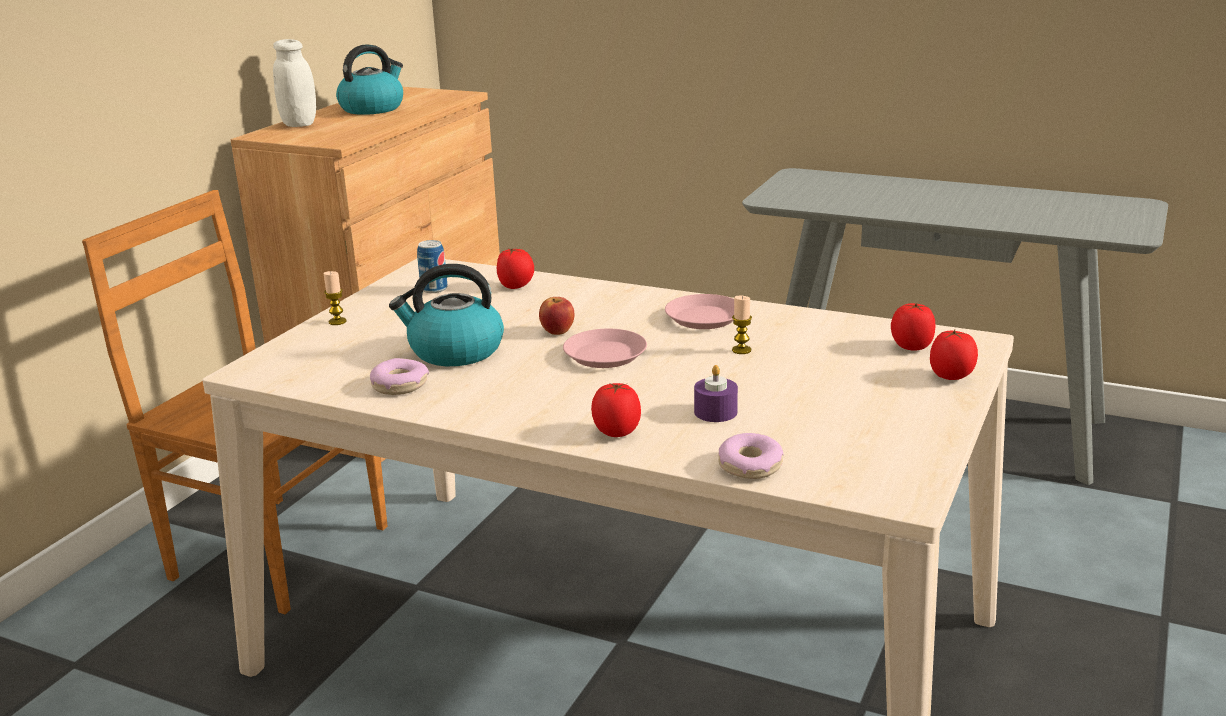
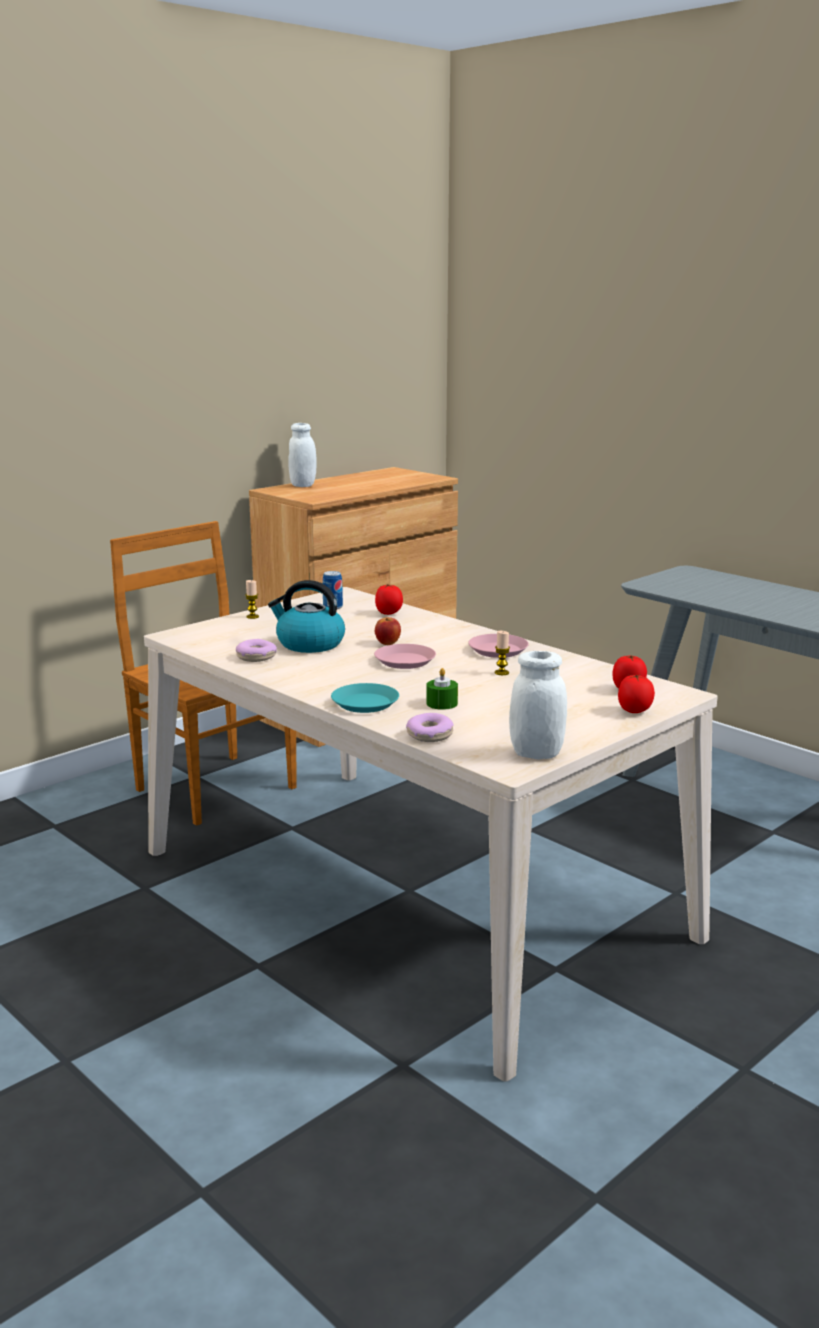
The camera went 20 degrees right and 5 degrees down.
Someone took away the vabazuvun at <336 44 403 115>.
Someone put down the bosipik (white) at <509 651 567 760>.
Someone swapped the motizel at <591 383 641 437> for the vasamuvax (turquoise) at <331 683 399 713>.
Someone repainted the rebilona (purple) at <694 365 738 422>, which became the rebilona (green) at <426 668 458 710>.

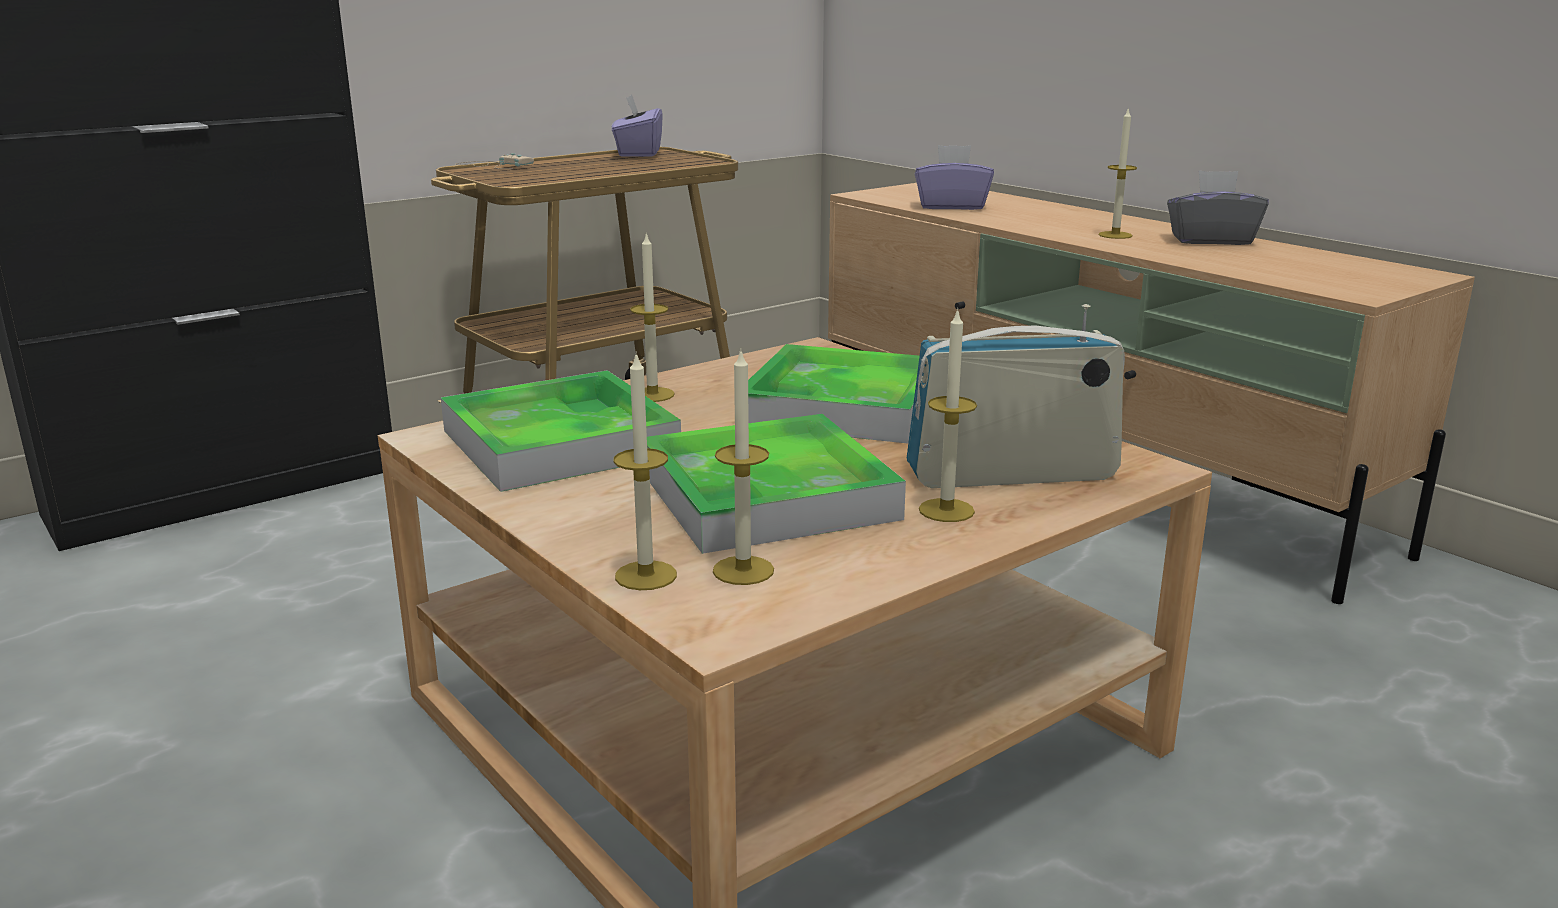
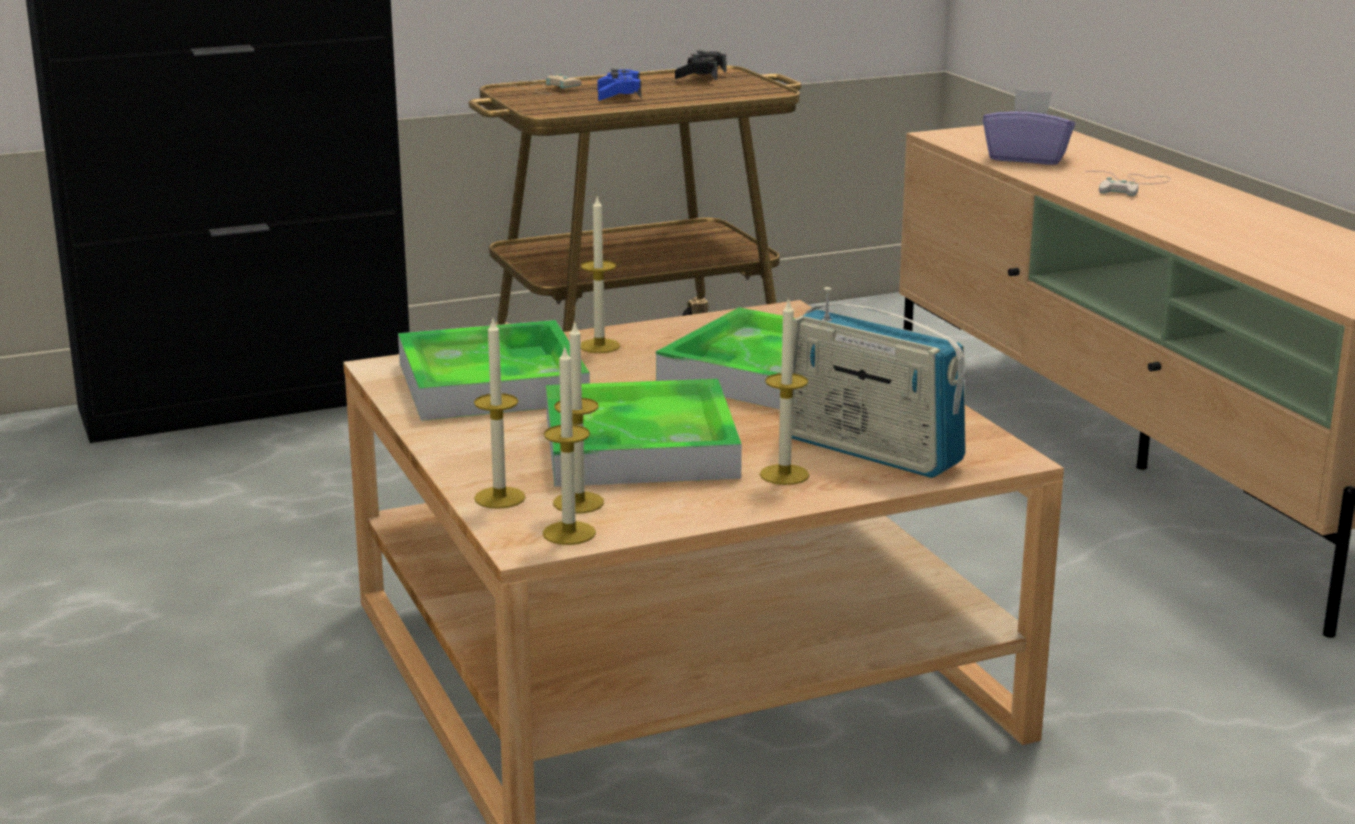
The camera went 15 degrees right and 0 degrees up.
Someone took away the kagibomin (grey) at <1167 170 1268 245>.
Someone put down the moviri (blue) at <597 68 641 101>.
Someone put down the moviri (white) at <1086 171 1171 196>.
Someone carried the rebilona from <1099 107 1137 239> to <543 345 596 545>.
Someone swapped the kagibomin (purple) at <612 94 663 157> for the moviri (black) at <675 50 727 80>.
Someone rotated the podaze at <907 304 1125 488> by 150 degrees counterclockwise.

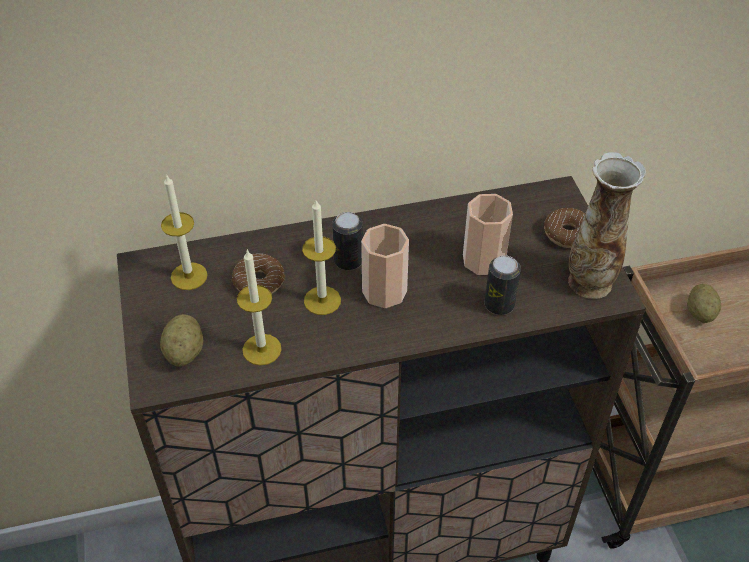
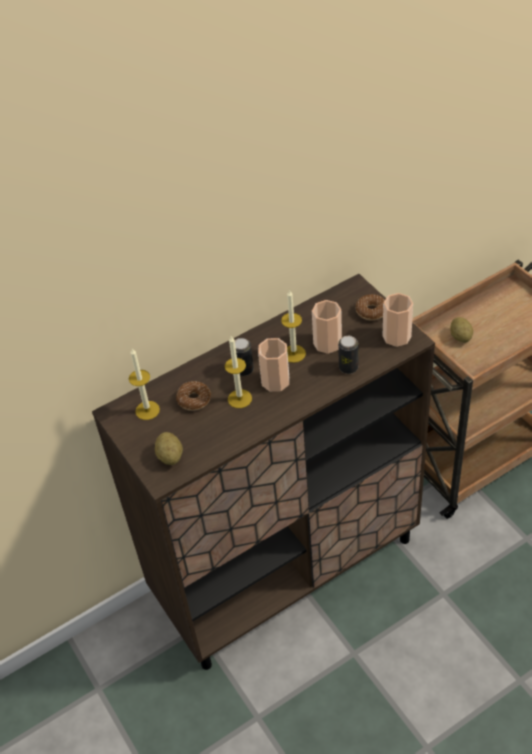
The camera went 15 degrees left and 0 degrees up.
Someone carried the rebilona from <237 249 282 366> to <281 289 306 363>.
Someone swapped the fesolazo at <568 152 646 299> for the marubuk at <383 293 413 347>.

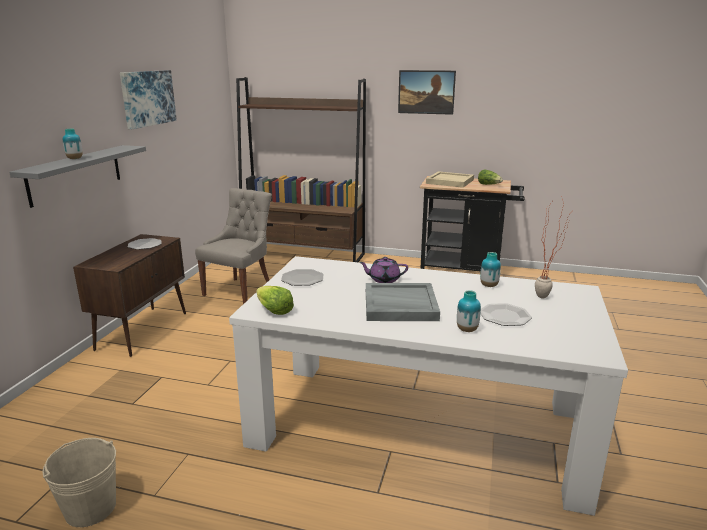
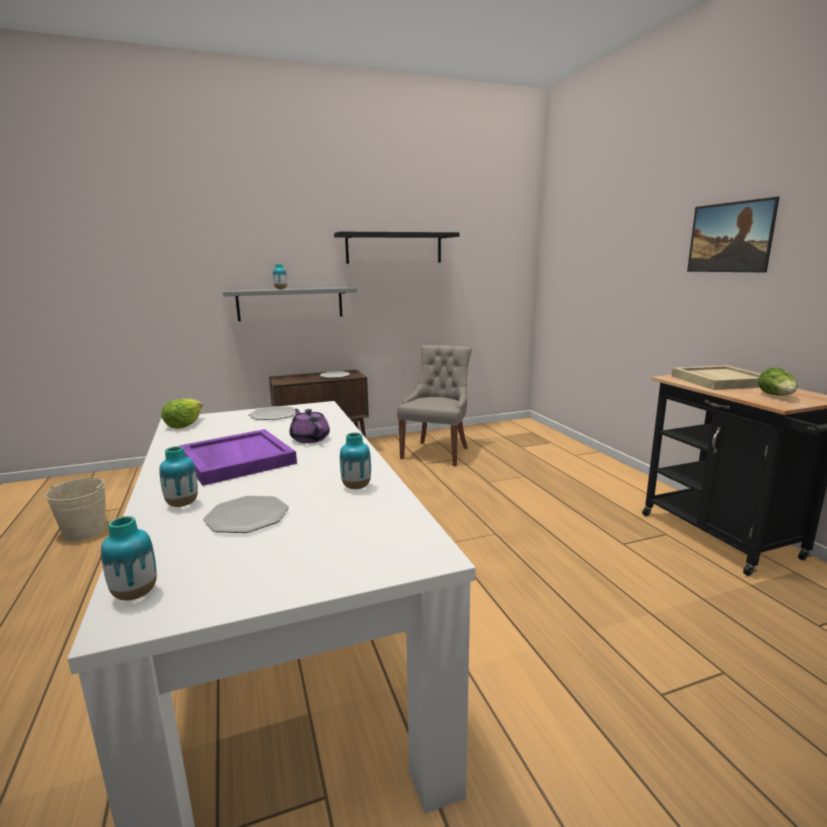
The camera went 55 degrees right and 5 degrees down.
Someone took away the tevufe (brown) at <236 77 366 262>.
Someone took away the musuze at <535 196 570 298>.
Someone put down the fesolazo at <101 516 157 601>.
Someone swapped the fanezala at <120 70 177 129> for the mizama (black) at <334 232 459 264>.
Someone repainted the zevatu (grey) at <366 283 440 321>, which became the zevatu (purple) at <179 429 297 486>.
Someone rotated the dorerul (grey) at <195 188 272 304> by 60 degrees counterclockwise.

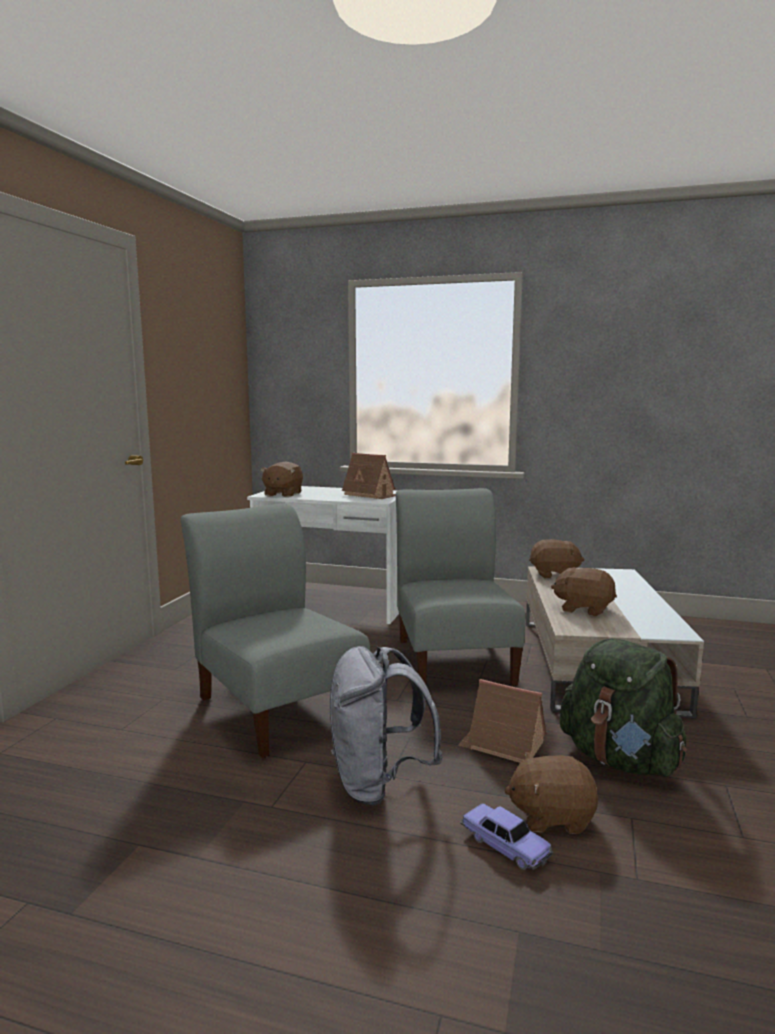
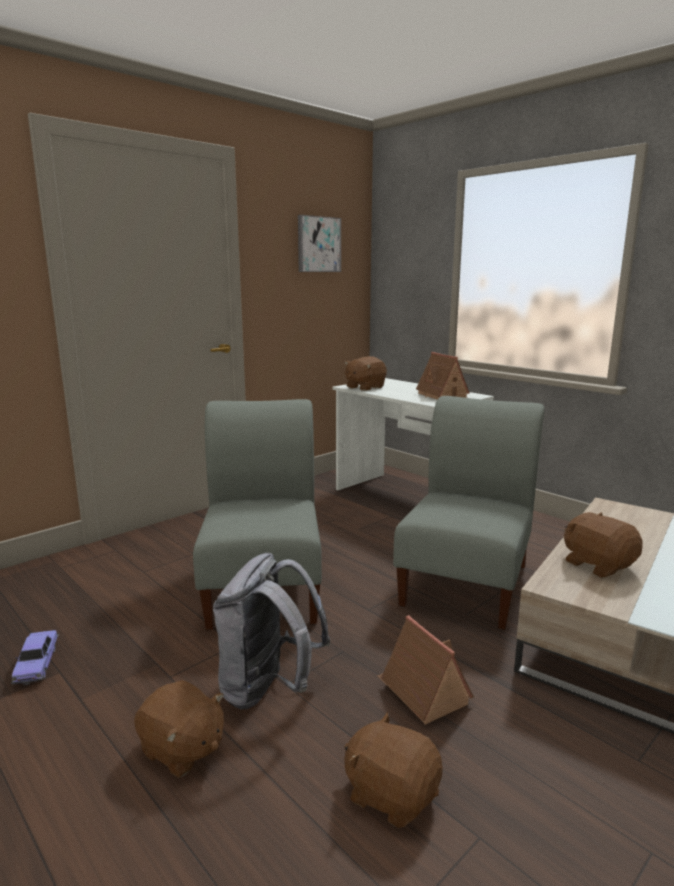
The camera went 30 degrees right and 5 degrees up.
Someone took away the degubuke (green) at <560 638 687 776>.
Someone put up the fanezala at <298 215 341 272>.
Someone carried the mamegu from <460 803 553 870> to <11 630 59 685>.
Someone carried the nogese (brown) from <529 539 584 578> to <134 680 224 778>.

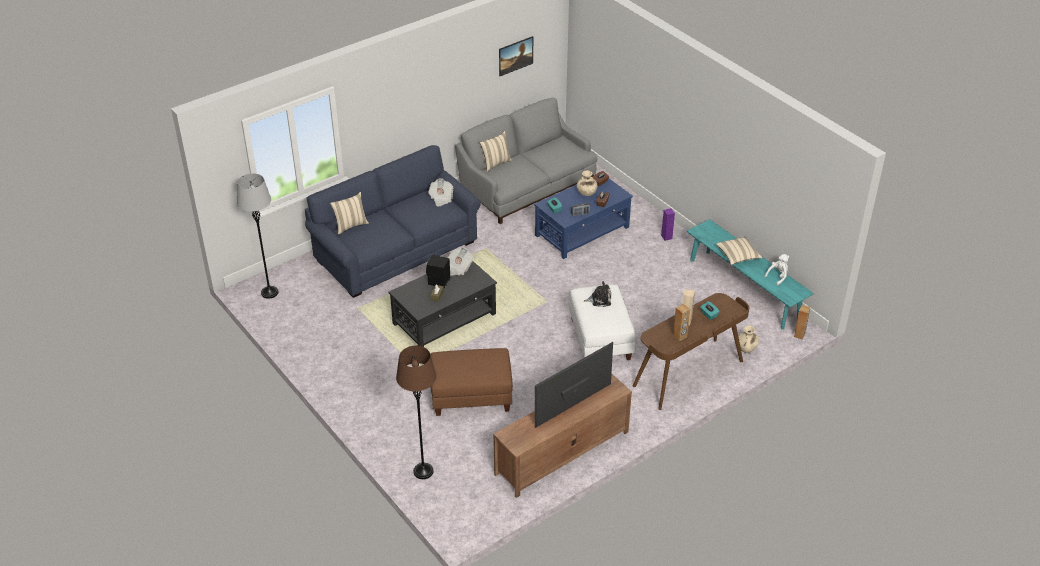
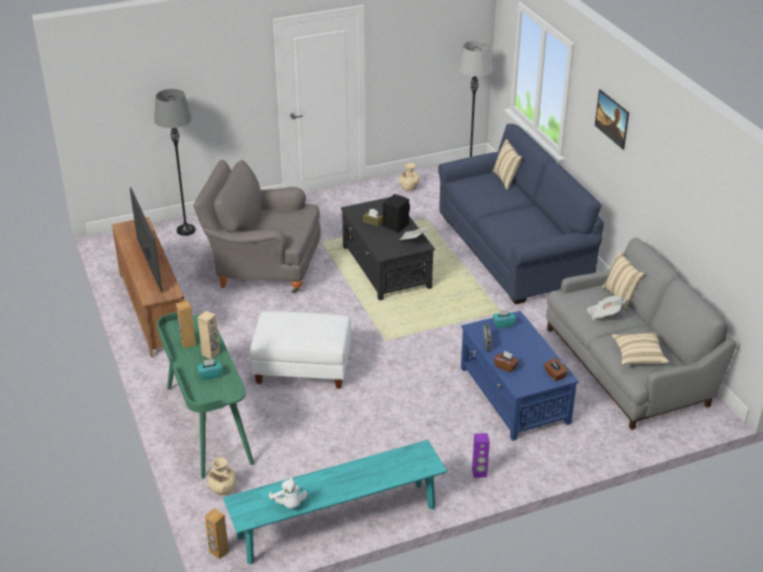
The camera went 105 degrees right and 5 degrees down.
Someone took away the nogese at <584 281 611 307>.
Someone carried the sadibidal from <428 178 454 207> to <587 295 625 319>.
Someone carried the fanezala from <499 36 533 76> to <595 89 629 150>.
Someone carried the fesolazo (beige) from <577 170 597 196> to <399 163 420 191>.
Someone carried the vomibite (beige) from <716 237 763 265> to <612 333 669 365>.
Someone swapped the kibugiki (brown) at <430 348 513 416> for the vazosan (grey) at <193 160 321 293>.
Someone repainted the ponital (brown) at <396 346 436 479>, which became the ponital (grey) at <154 89 196 236>.
Someone repainted the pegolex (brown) at <633 293 749 410>, which became the pegolex (green) at <157 312 254 479>.

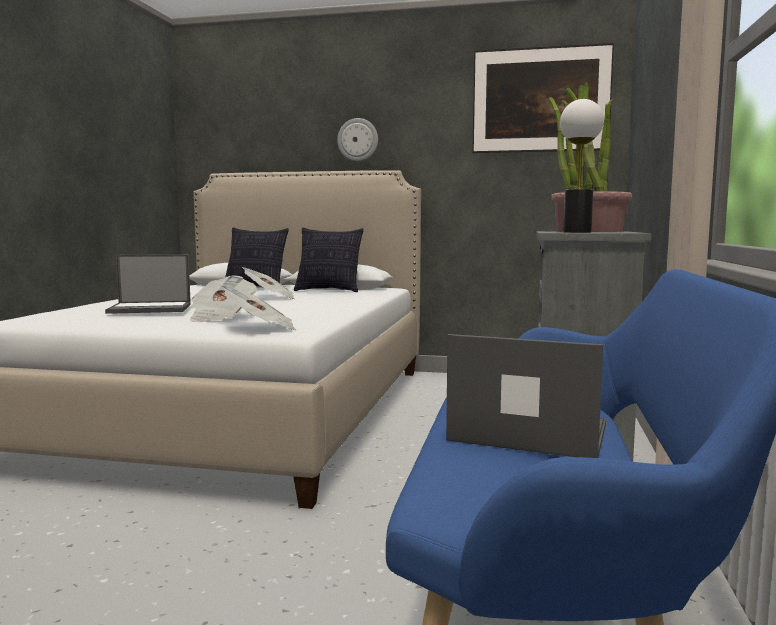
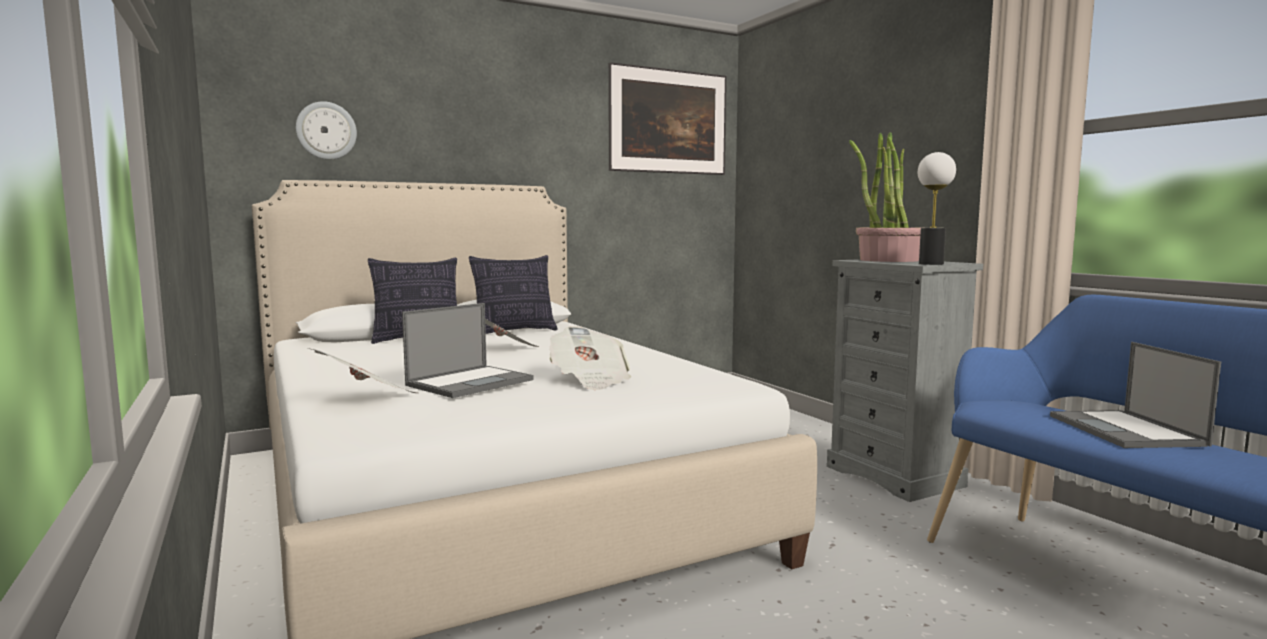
The camera went 40 degrees left and 0 degrees up.
Someone carried the sadibidal from <220 285 296 330> to <307 348 417 393>.
Someone carried the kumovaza from <337 118 378 161> to <296 101 357 160>.
Someone rotated the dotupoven at <446 334 606 458> by 75 degrees counterclockwise.

